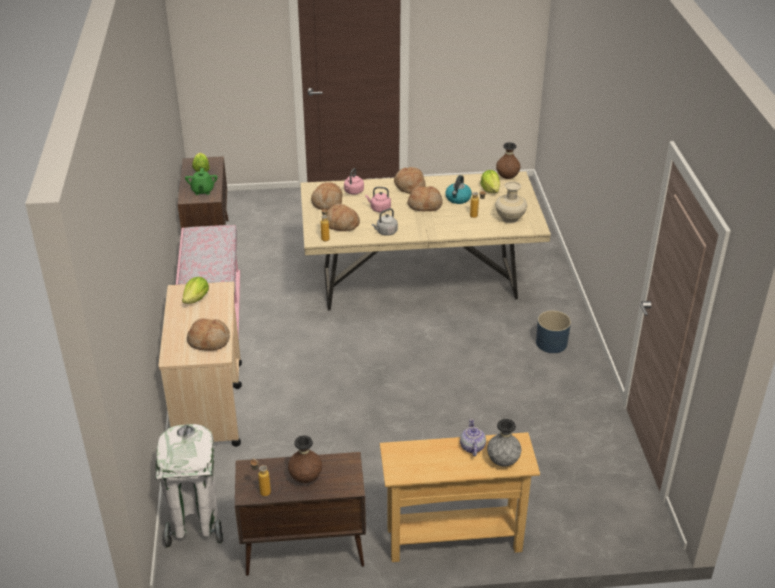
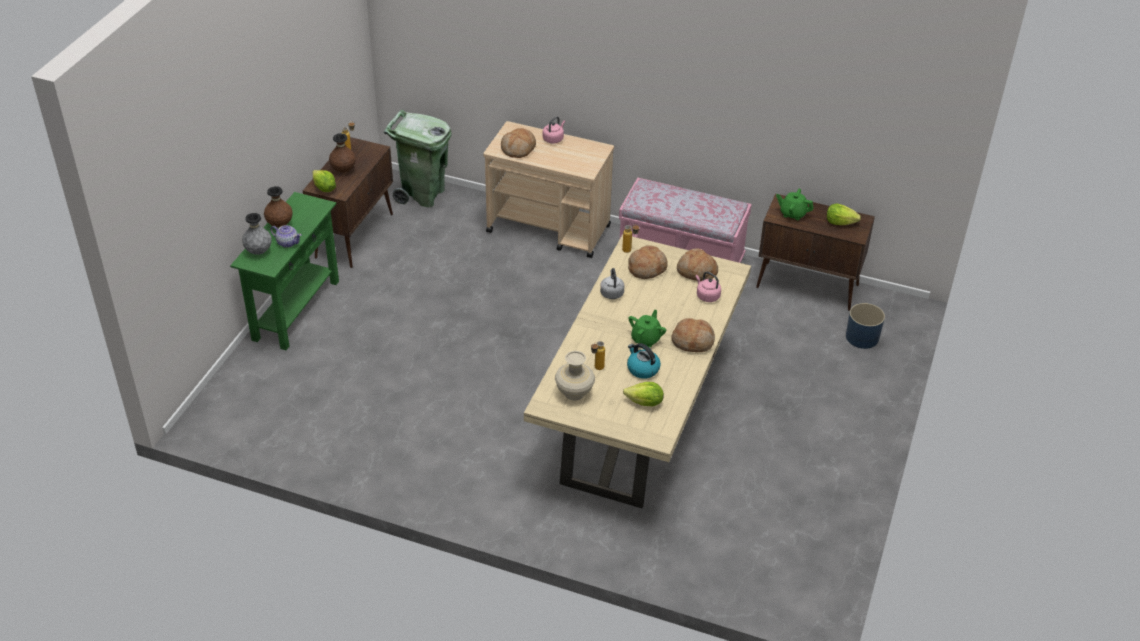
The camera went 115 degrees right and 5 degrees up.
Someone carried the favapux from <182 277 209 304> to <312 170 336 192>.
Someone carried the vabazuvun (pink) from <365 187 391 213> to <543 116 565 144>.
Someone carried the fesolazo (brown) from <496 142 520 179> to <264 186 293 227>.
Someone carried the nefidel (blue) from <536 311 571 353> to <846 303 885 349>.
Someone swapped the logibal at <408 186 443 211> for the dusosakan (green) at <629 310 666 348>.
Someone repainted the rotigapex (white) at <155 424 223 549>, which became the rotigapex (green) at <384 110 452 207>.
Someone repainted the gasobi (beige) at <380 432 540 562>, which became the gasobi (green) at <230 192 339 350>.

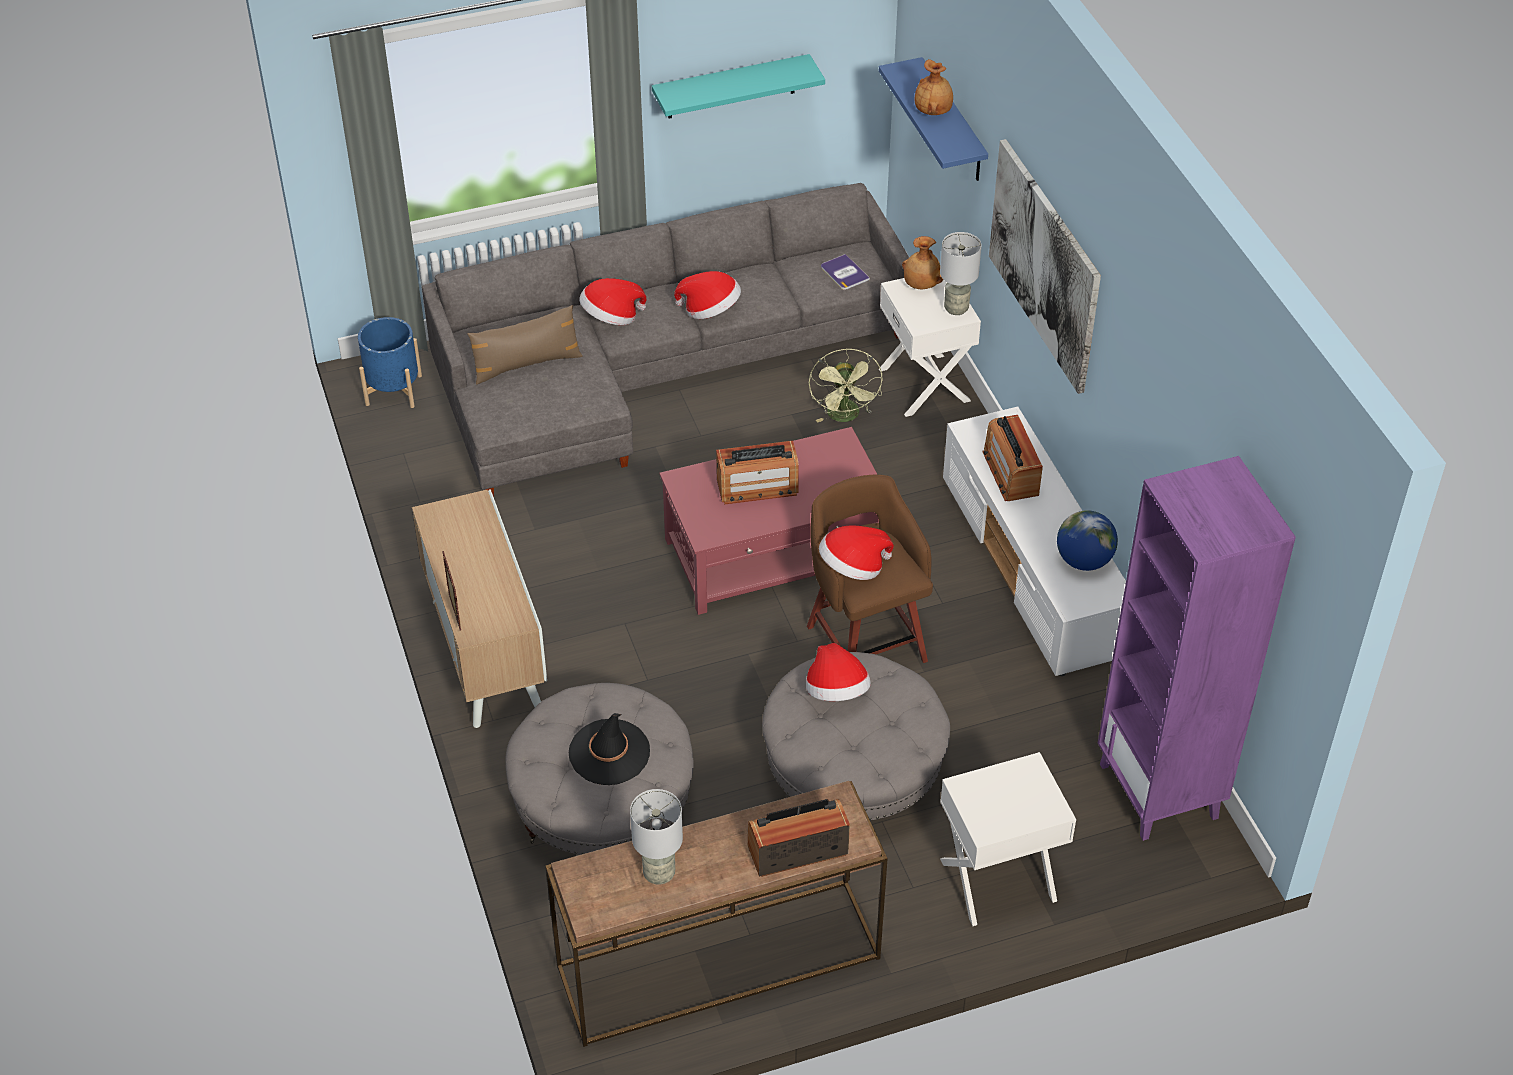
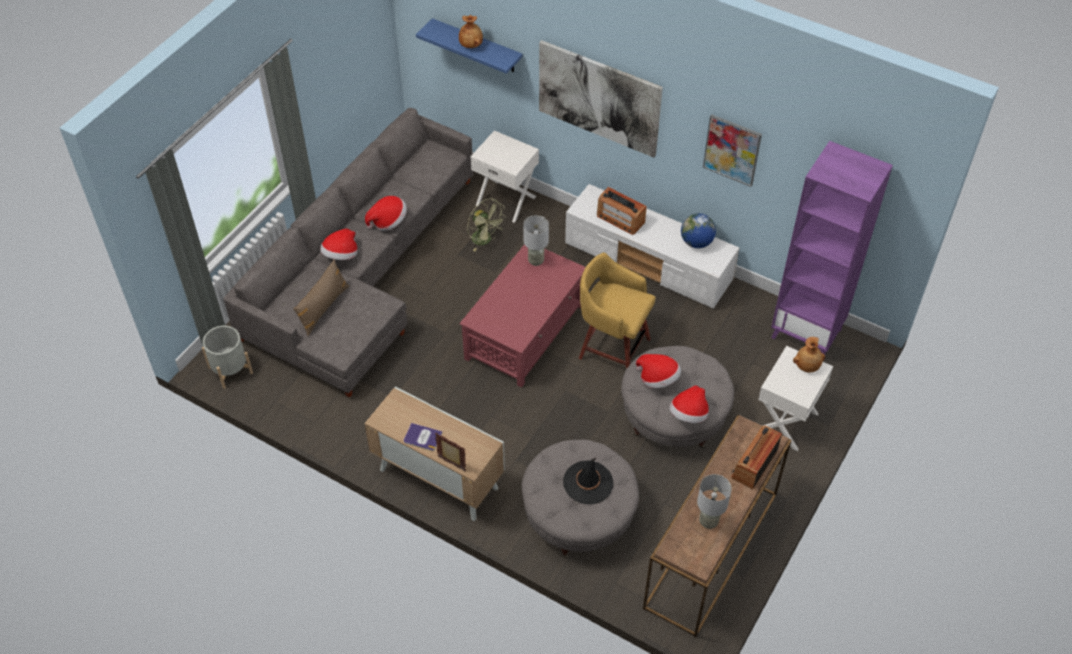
The camera went 40 degrees left and 5 degrees up.
Someone took away the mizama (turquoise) at <652 54 825 119>.
Someone took away the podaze at <716 441 799 504>.
Someone put up the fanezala at <703 114 762 187>.
Someone carried the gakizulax from <819 525 894 580> to <669 386 709 423>.
Someone carried the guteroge from <821 254 870 290> to <404 423 443 451>.
Someone carried the fesolazo (brown) from <902 236 943 289> to <793 337 825 373>.
Someone carried the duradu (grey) from <940 232 982 315> to <523 215 549 266>.
Someone repainted the nefidel (blue) at <358 317 422 408>, which became the nefidel (grey) at <202 326 253 389>.
Someone repainted the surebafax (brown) at <807 475 933 663>, which became the surebafax (yellow) at <579 253 655 369>.

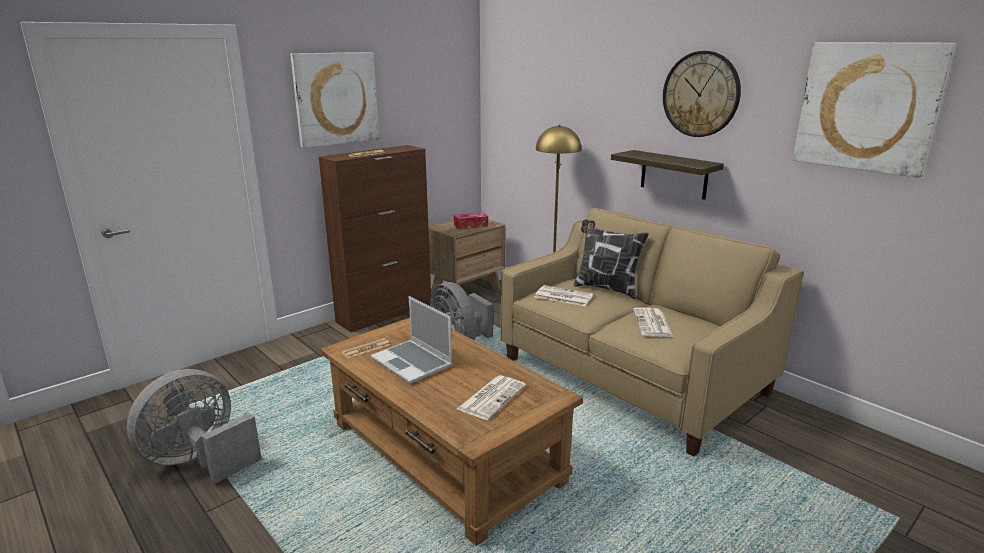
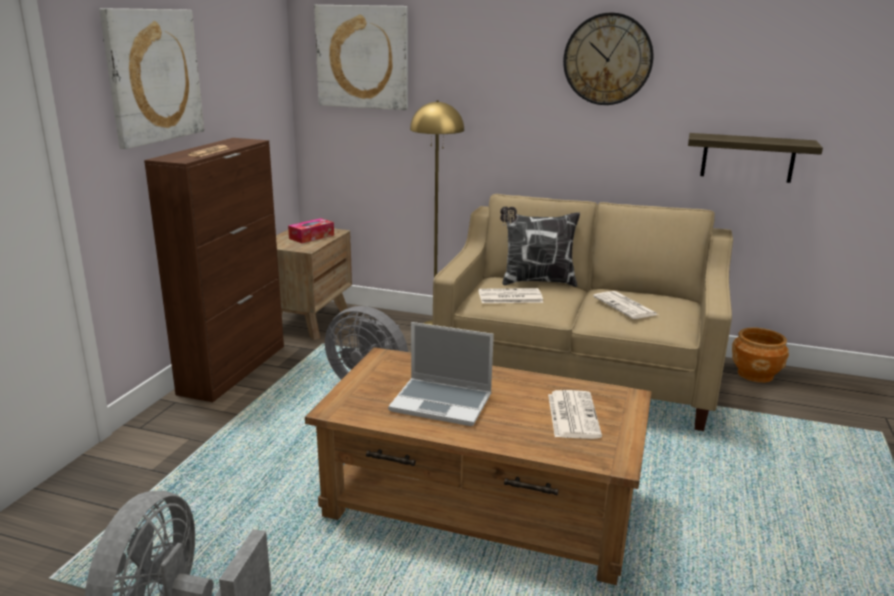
The camera went 30 degrees left and 0 degrees up.
Someone took away the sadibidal at <342 338 390 358>.
Someone put down the nefidel (brown) at <732 328 789 383>.
Someone carried the mizama from <611 150 724 200> to <688 133 823 183>.
Someone carried the fanezala from <793 42 956 178> to <314 5 408 110>.

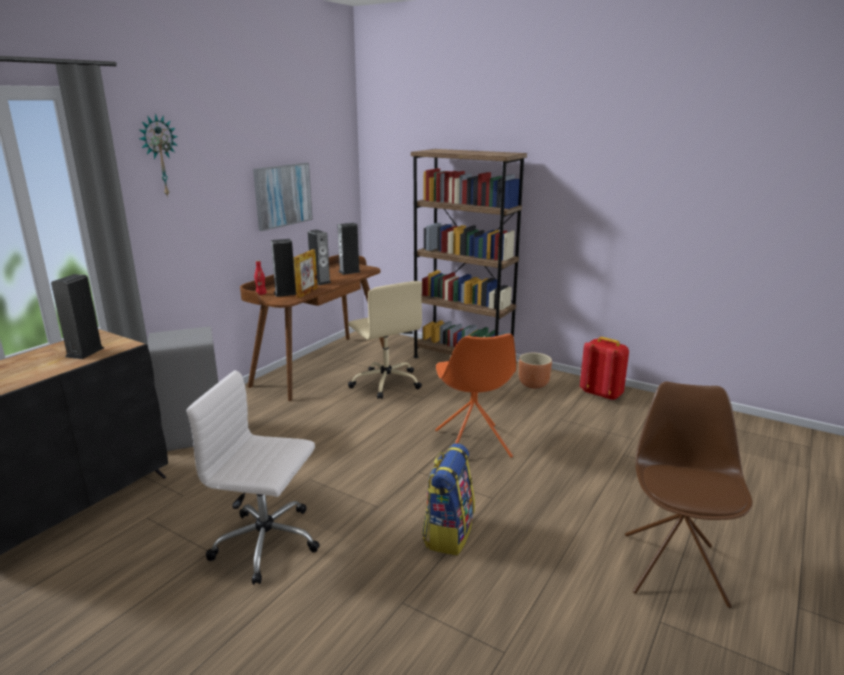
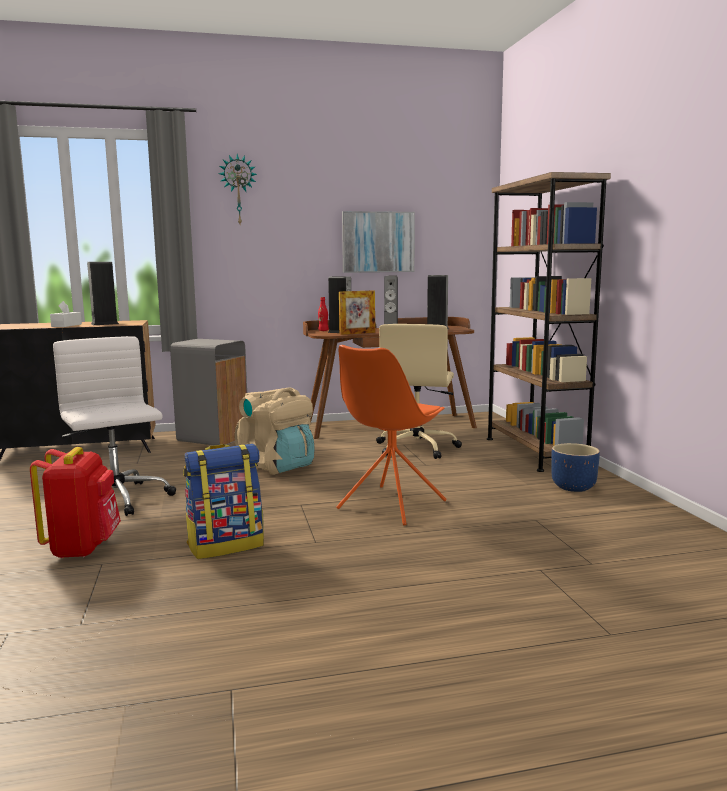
The camera went 45 degrees right and 10 degrees down.
Someone took away the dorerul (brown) at <625 382 753 608>.
Someone put down the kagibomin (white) at <50 301 82 327>.
Someone put down the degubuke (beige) at <235 387 314 475>.
Someone carried the degubuke (red) from <580 337 629 400> to <30 447 121 559>.
Someone repainted the nefidel (brown) at <519 353 552 388>, which became the nefidel (blue) at <551 443 600 492>.

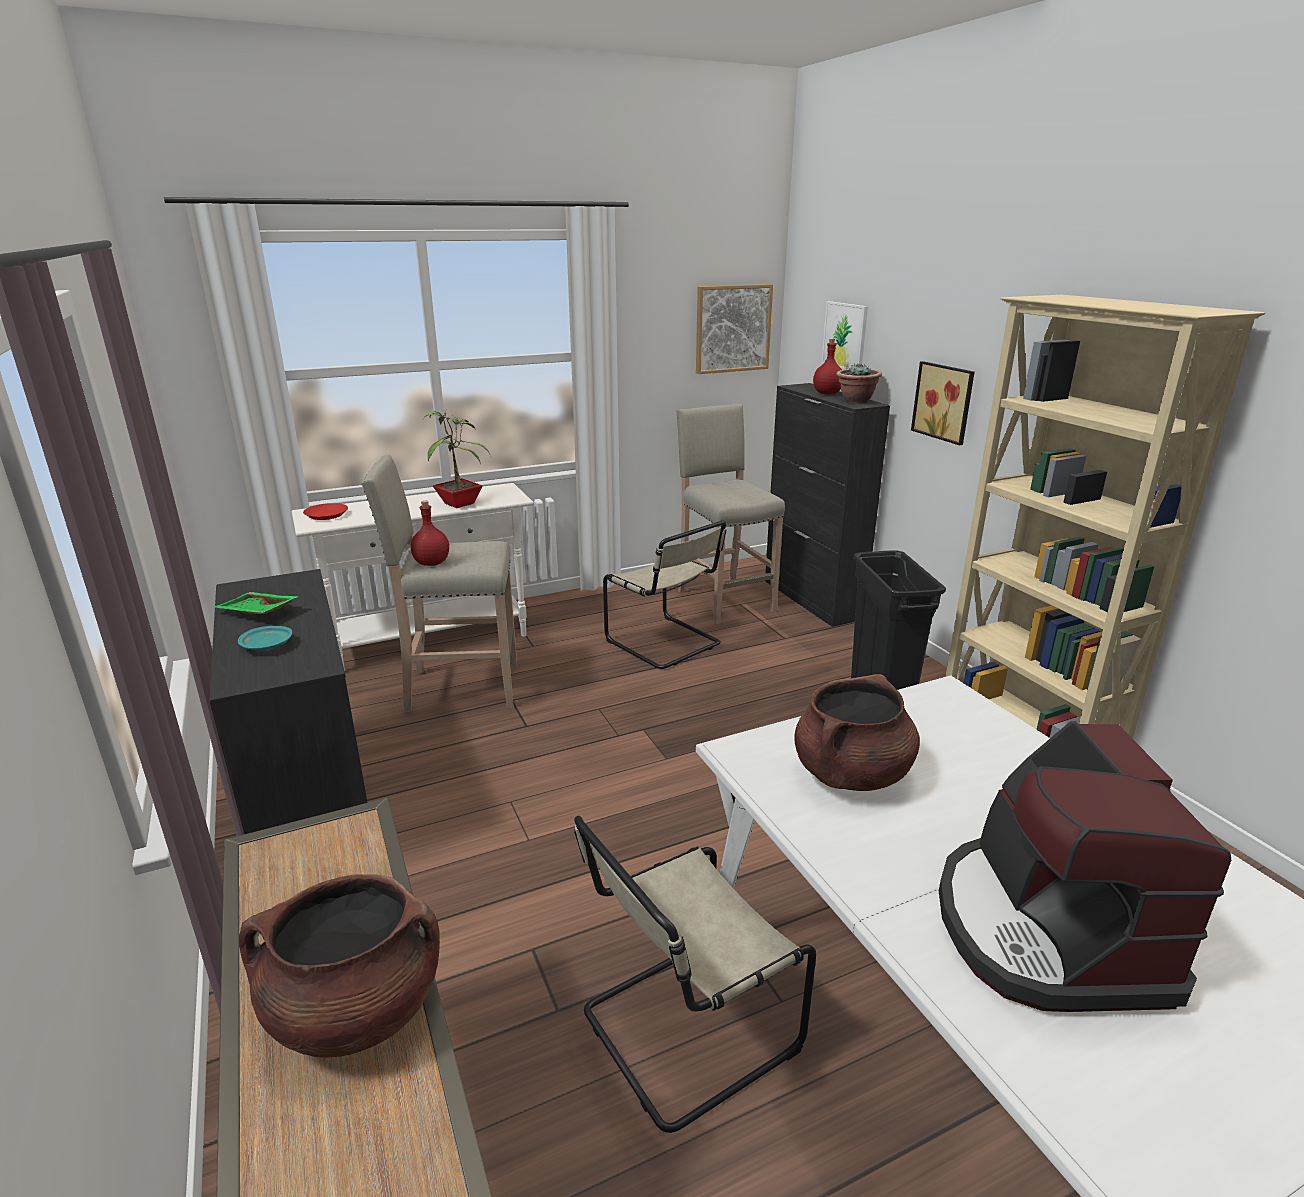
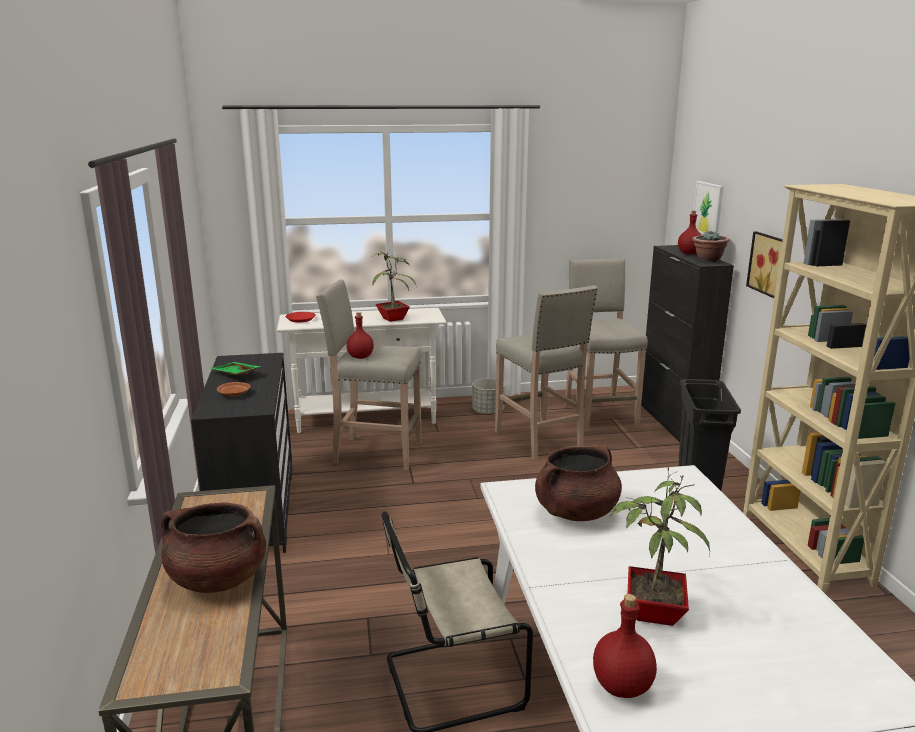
The camera went 15 degrees right and 5 degrees down.
Someone took away the fanezala at <696 284 773 374>.
Someone put down the nefidel (grey) at <472 378 505 415>.
Someone put down the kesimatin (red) at <593 594 657 698>.
Someone swapped the dorerul (beige) at <603 521 726 669> for the surebafax (beige) at <495 285 598 460>.
Someone swapped the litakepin at <939 721 1231 1012> for the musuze at <611 466 710 626>.
Someone repainted the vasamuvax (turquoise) at <238 626 292 651>, which became the vasamuvax (brown) at <217 382 251 396>.

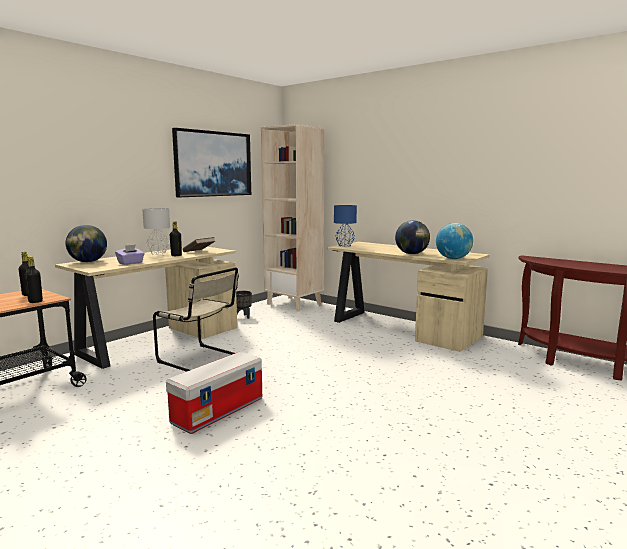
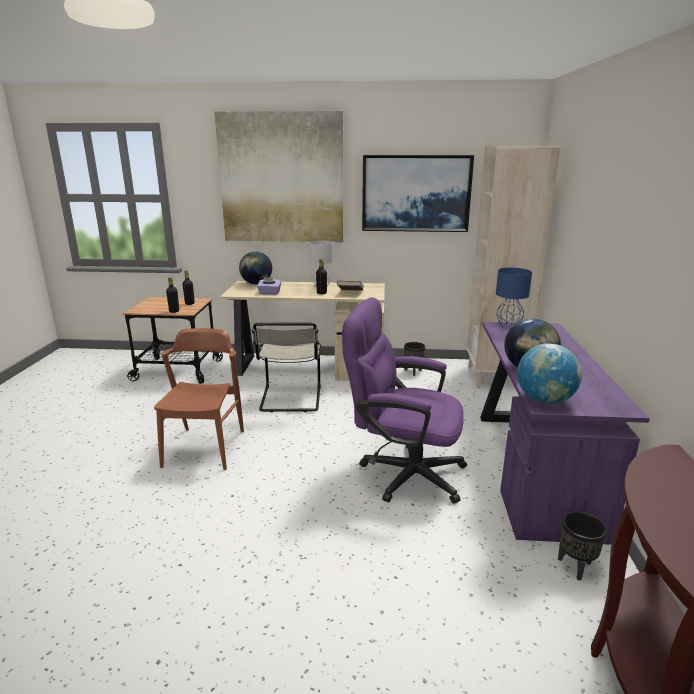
The camera went 55 degrees right and 10 degrees up.
Someone put up the fanezala at <214 111 343 242>.
Someone put down the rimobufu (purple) at <342 297 467 503>.
Someone put down the nefidel (black) at <558 512 607 580>.
Someone swapped the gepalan at <166 351 262 434> for the dorerul (brown) at <154 328 244 470>.
Someone repainted the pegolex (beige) at <327 242 490 352>, which became the pegolex (purple) at <480 322 650 545>.

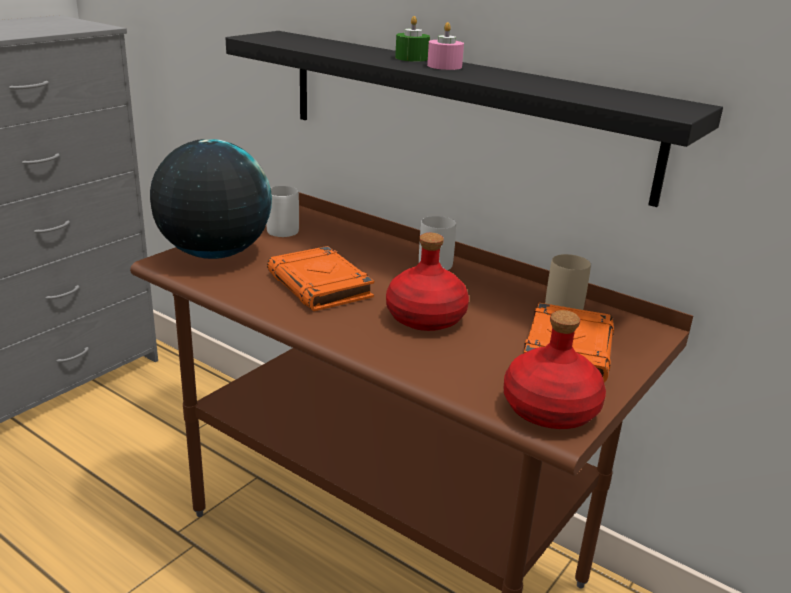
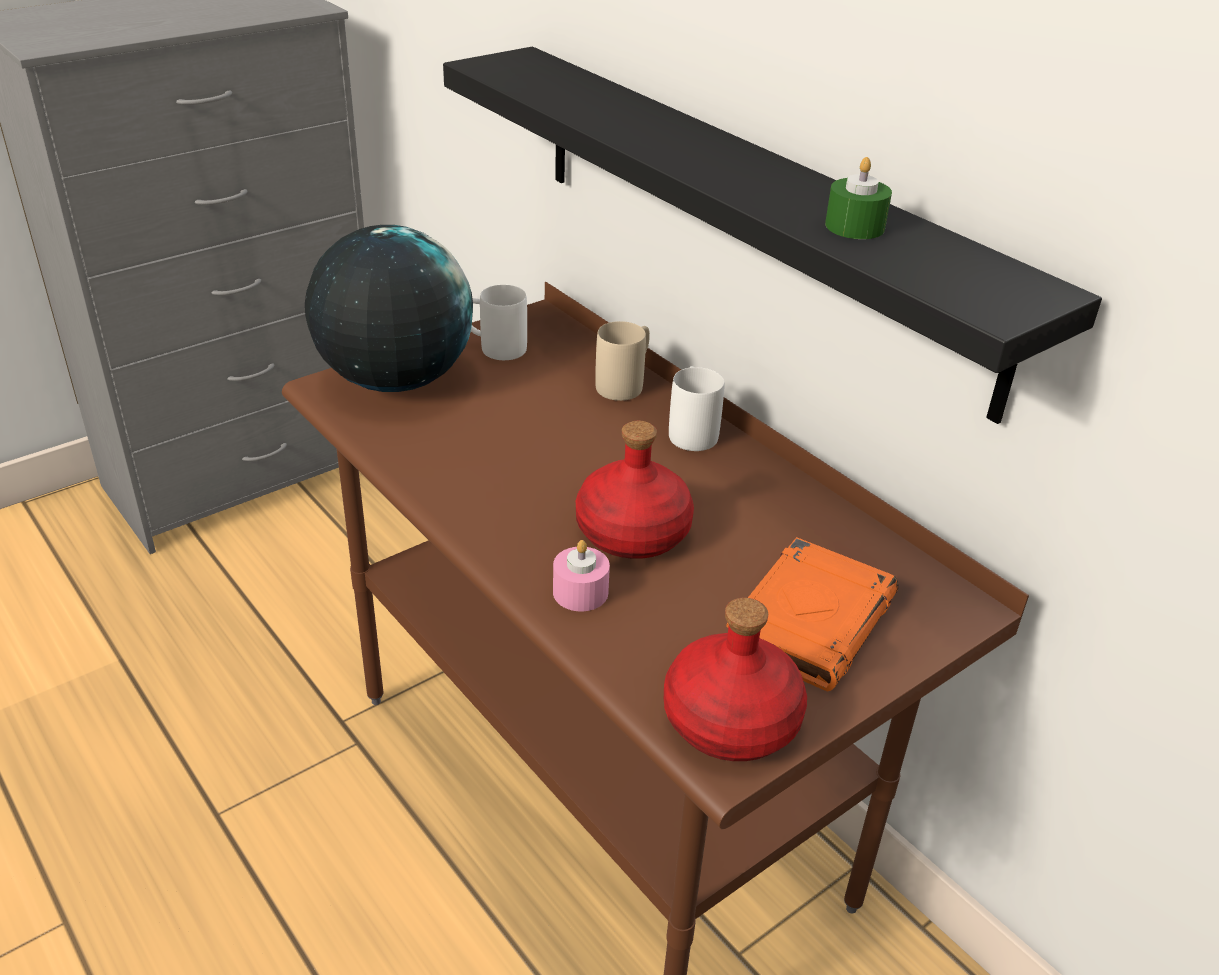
The camera went 15 degrees right and 10 degrees up.
Someone took away the guteroge (orange) at <267 246 374 311>.
Someone carried the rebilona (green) from <395 16 430 62> to <825 157 892 239>.
Someone carried the rebilona (pink) from <427 22 464 70> to <553 540 610 611>.
Someone carried the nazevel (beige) from <545 254 591 310> to <595 321 650 401>.

